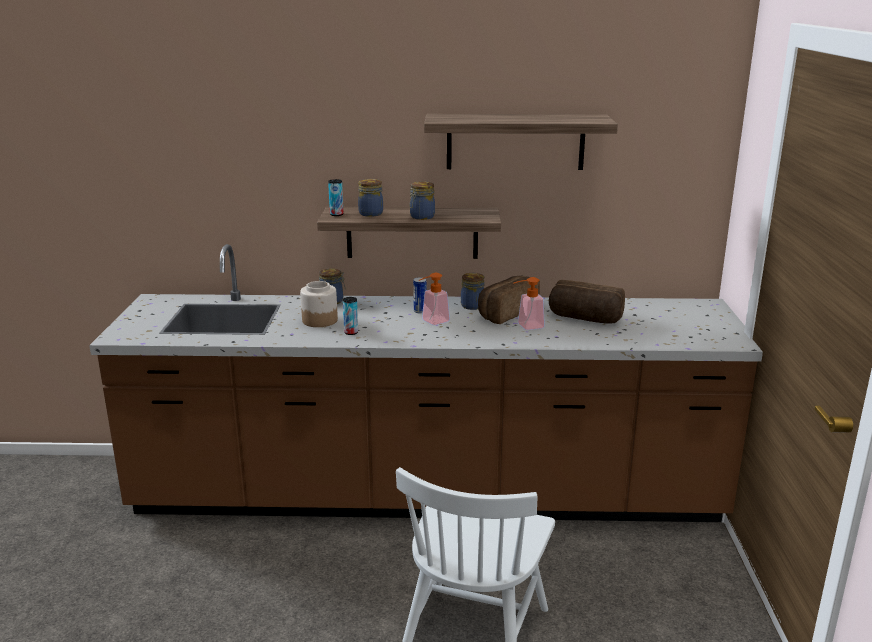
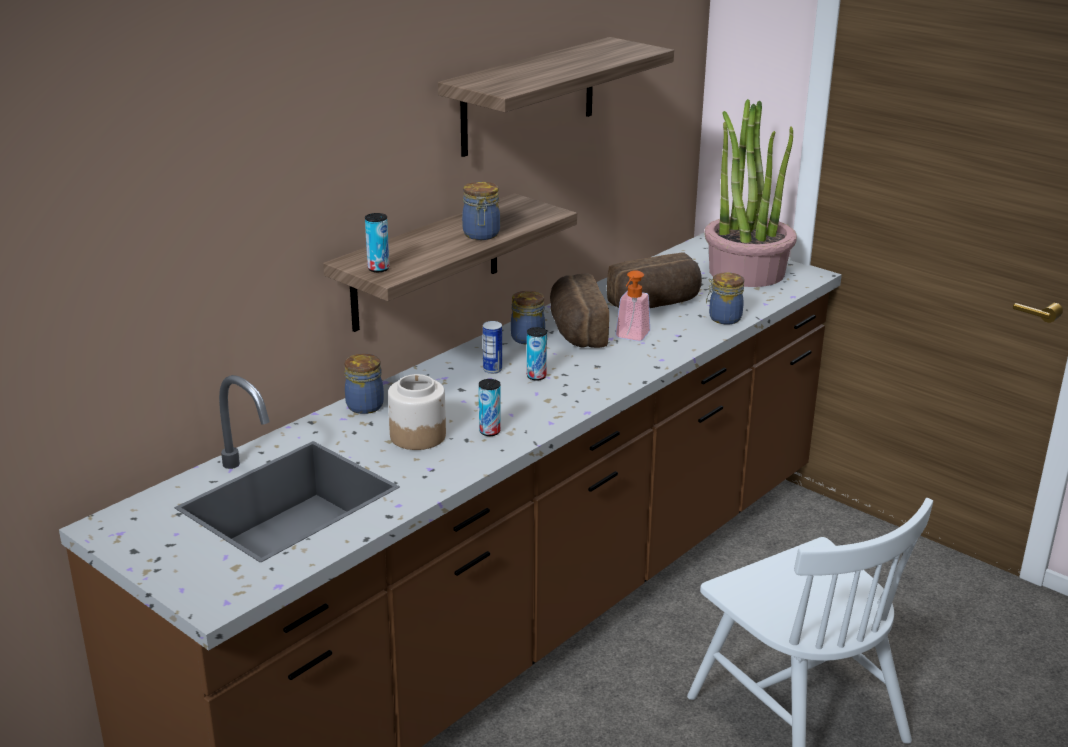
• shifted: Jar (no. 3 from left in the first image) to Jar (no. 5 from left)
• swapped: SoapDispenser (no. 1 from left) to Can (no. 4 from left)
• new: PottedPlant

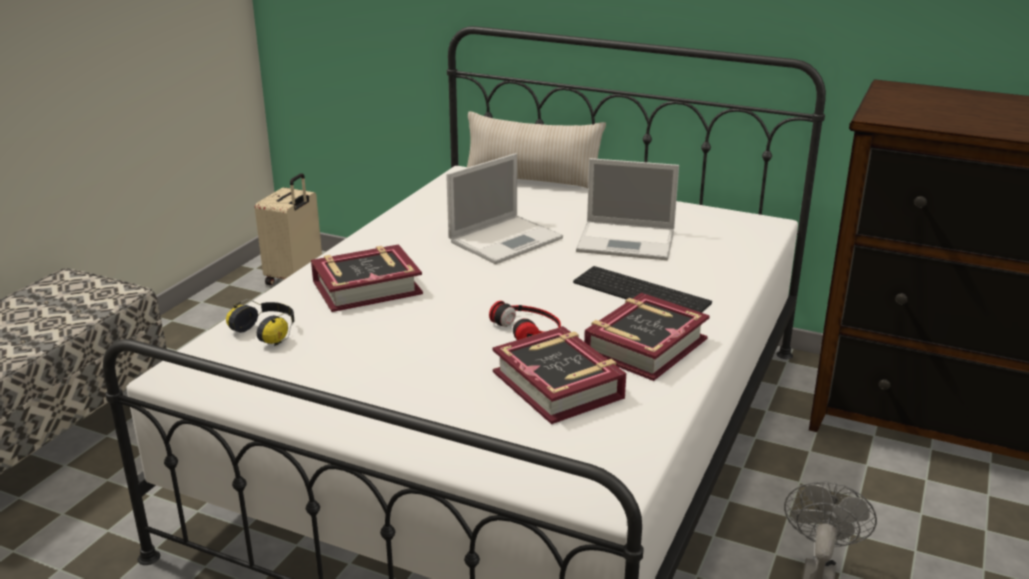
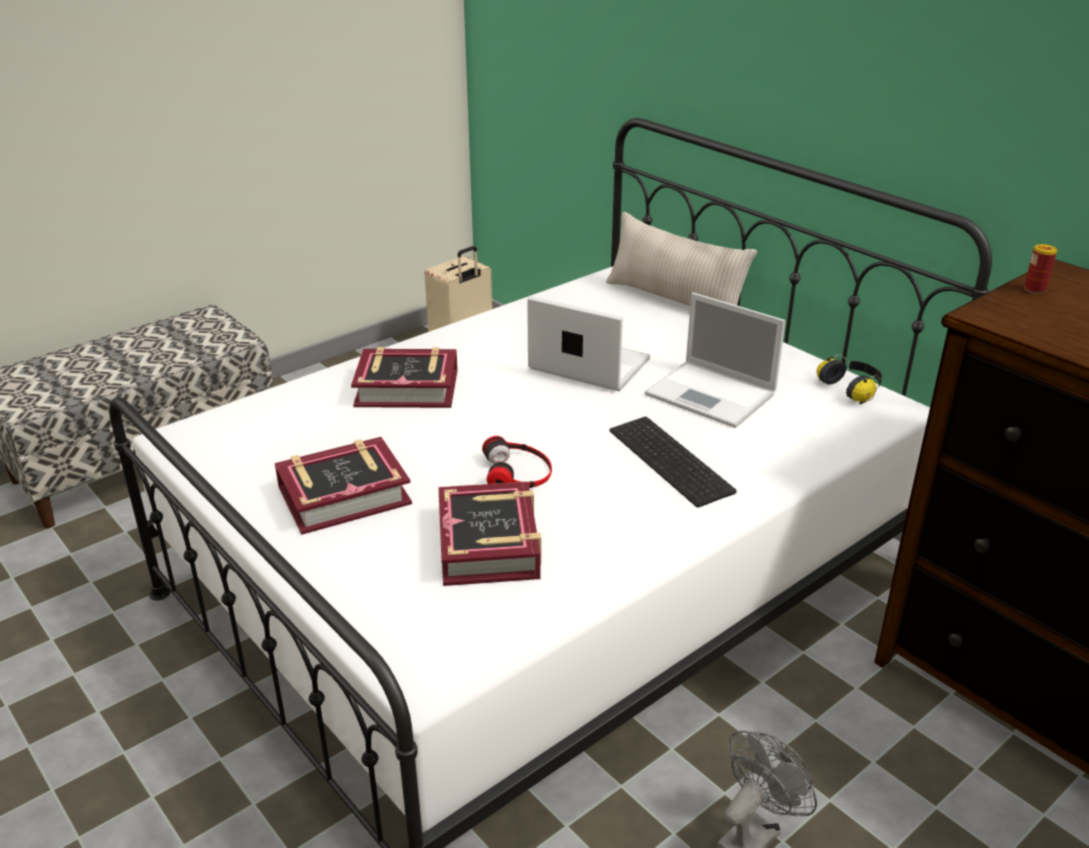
• rotated: Laptop (no. 1 from left) 135 degrees counterclockwise
• shifted: Book (no. 3 from left in the first image) to Book (no. 1 from left)
• shifted: Headphones (no. 1 from left in the first image) to Headphones (no. 2 from left)
• new: Can

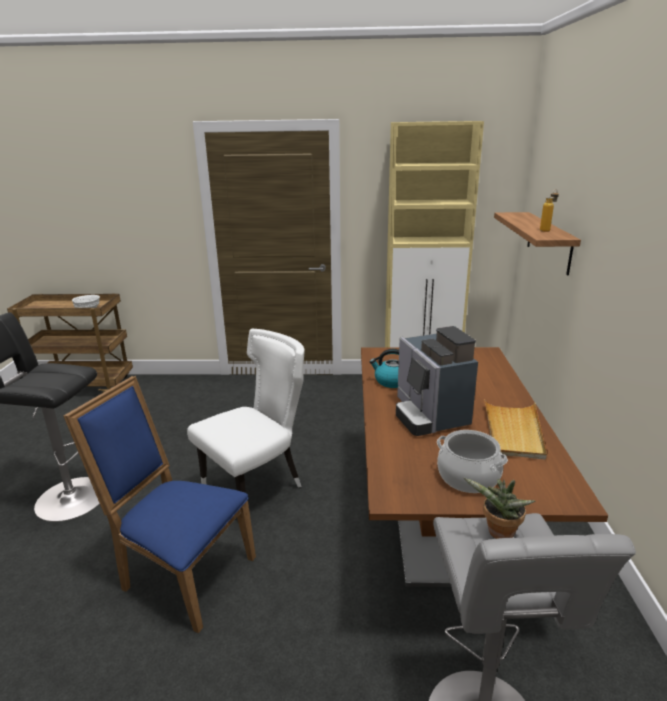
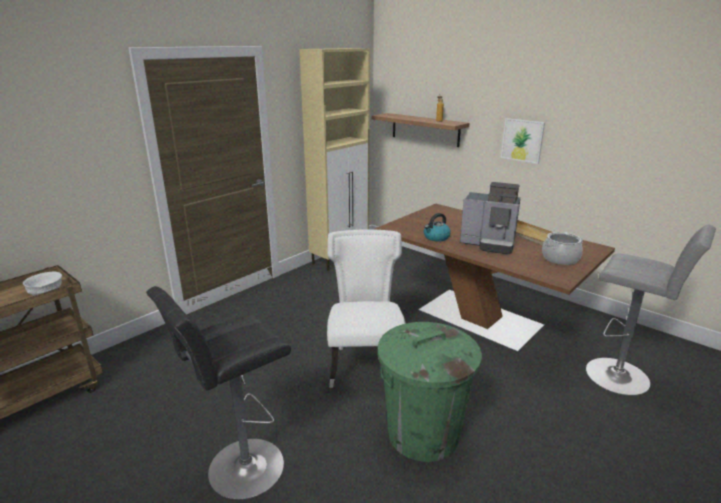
• swapped: BlueChair to GreenTrashCan
• gone: PottedPlant
• new: Picture

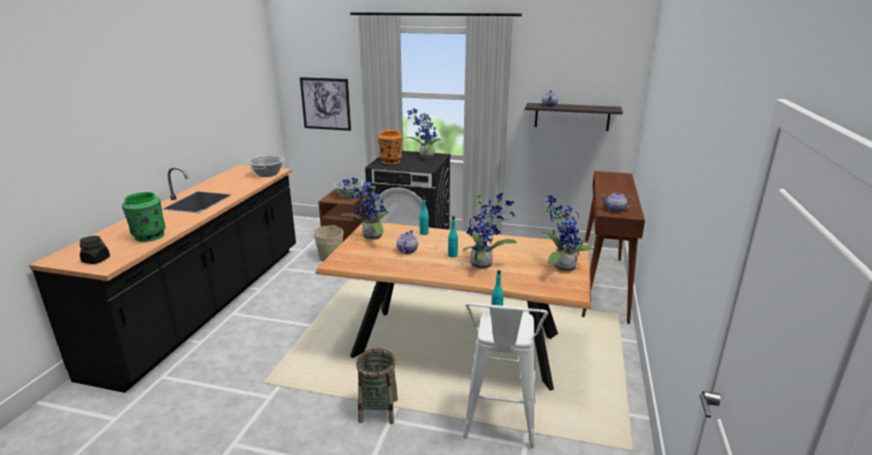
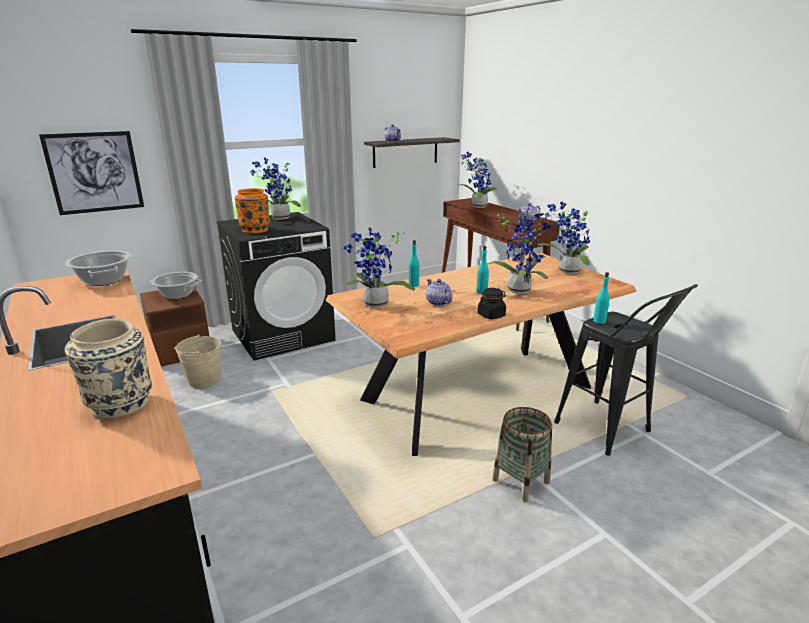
• repainted: GreenVase to BeigeVase
• shifted: BlackJar
• repainted: WhiteStool to BlackStool
• new: PottedPlant (no. 3 from left)

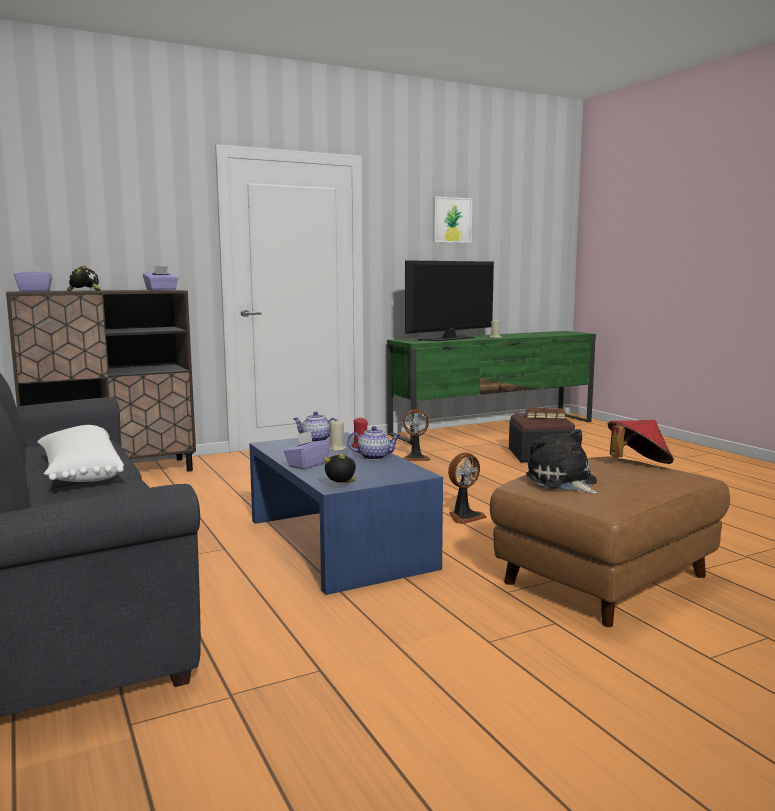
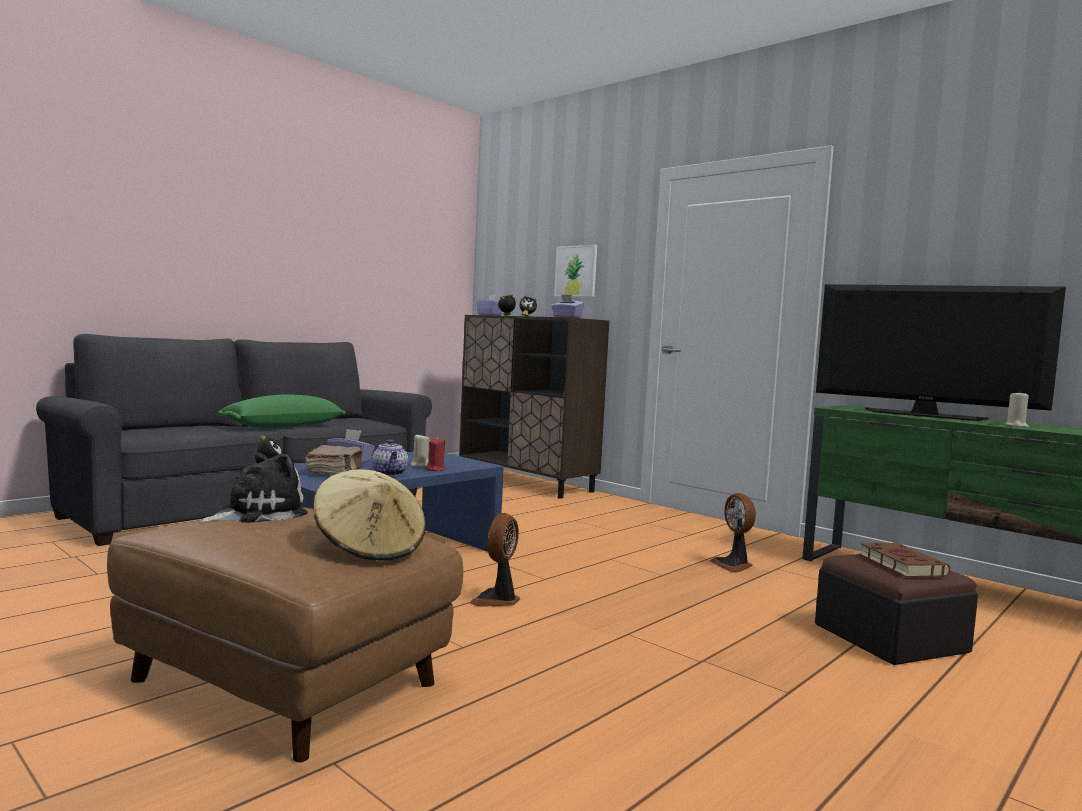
• shifted: Picture
• gone: Teapot (no. 1 from left)
• repainted: RedHat to BeigeHat
• repainted: WhitePillow to GreenPillow
• rotated: Fan (no. 2 from left in the first image) 75 degrees clockwise
• new: BrownBook (no. 1 from left)

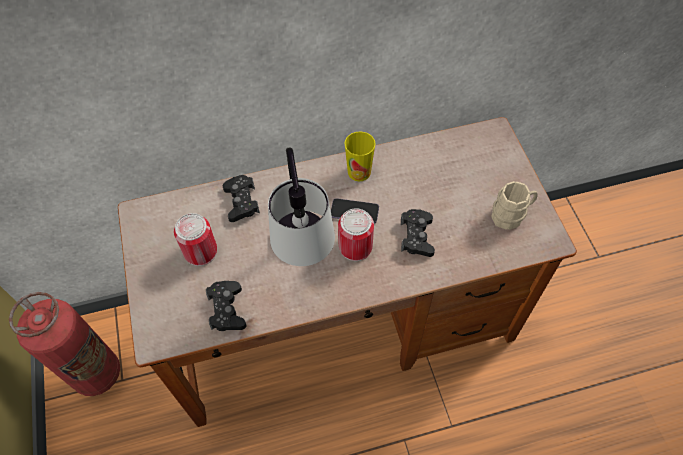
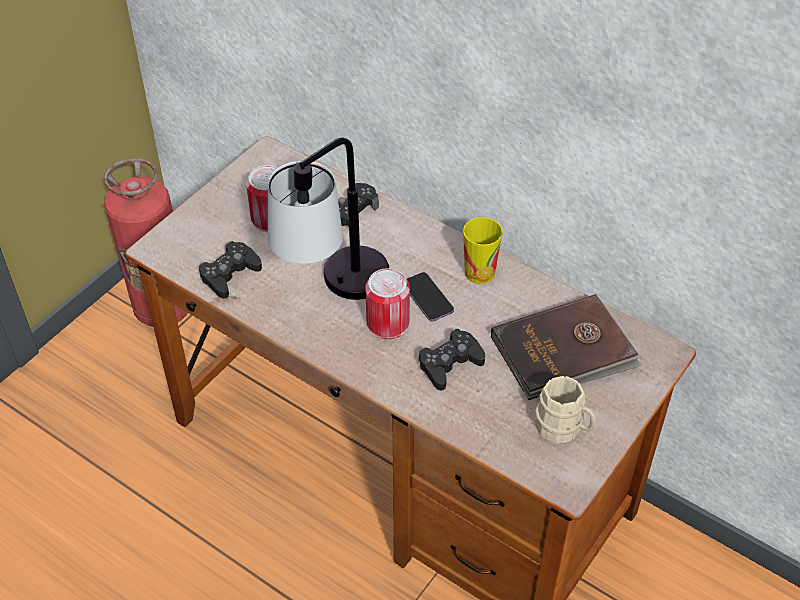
• new: BrownBook

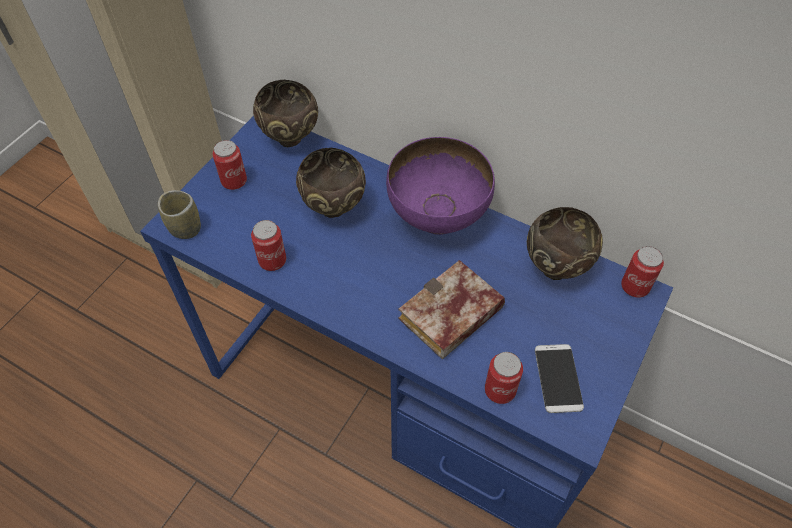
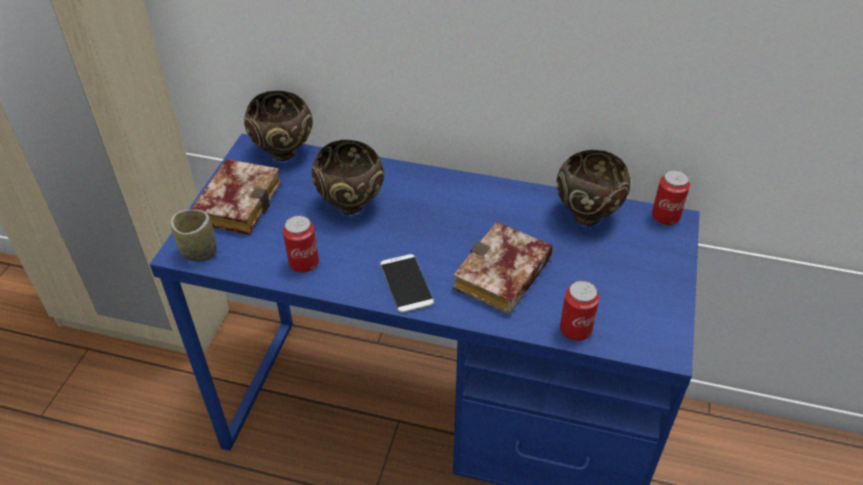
• gone: PurpleBowl
• swapped: Can (no. 1 from left) to Book (no. 1 from left)
• shifted: Phone

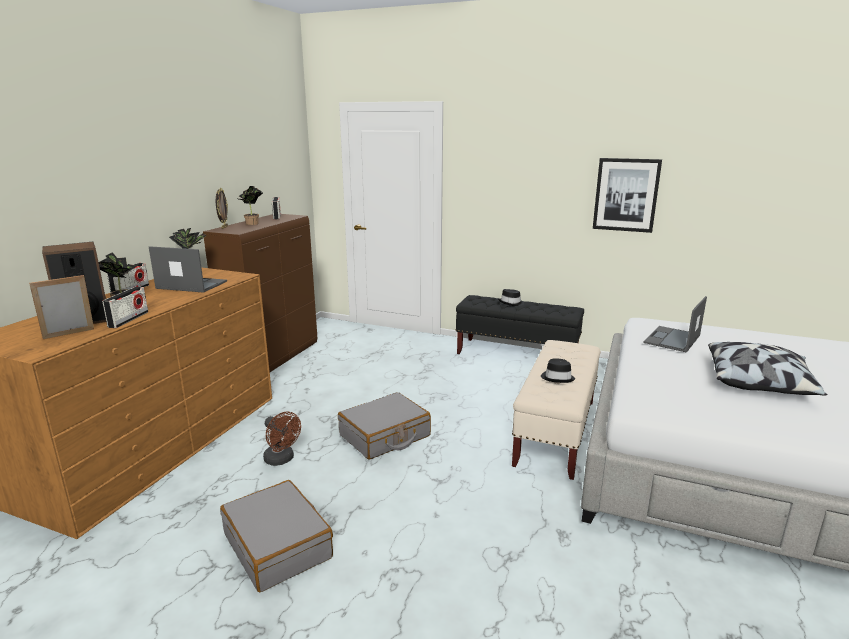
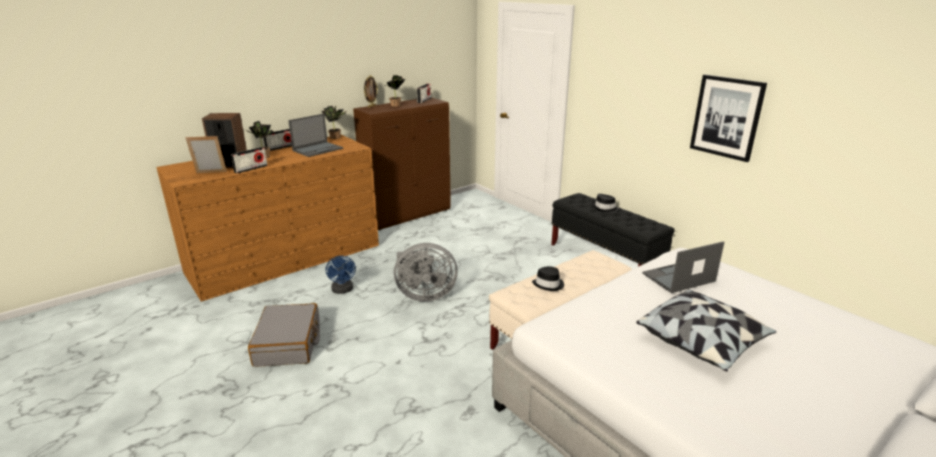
• rotated: Laptop (no. 1 from left) 90 degrees clockwise
• swapped: GreySuitcase (no. 2 from left) to GreyFan
• repainted: BrownFan to BlueFan

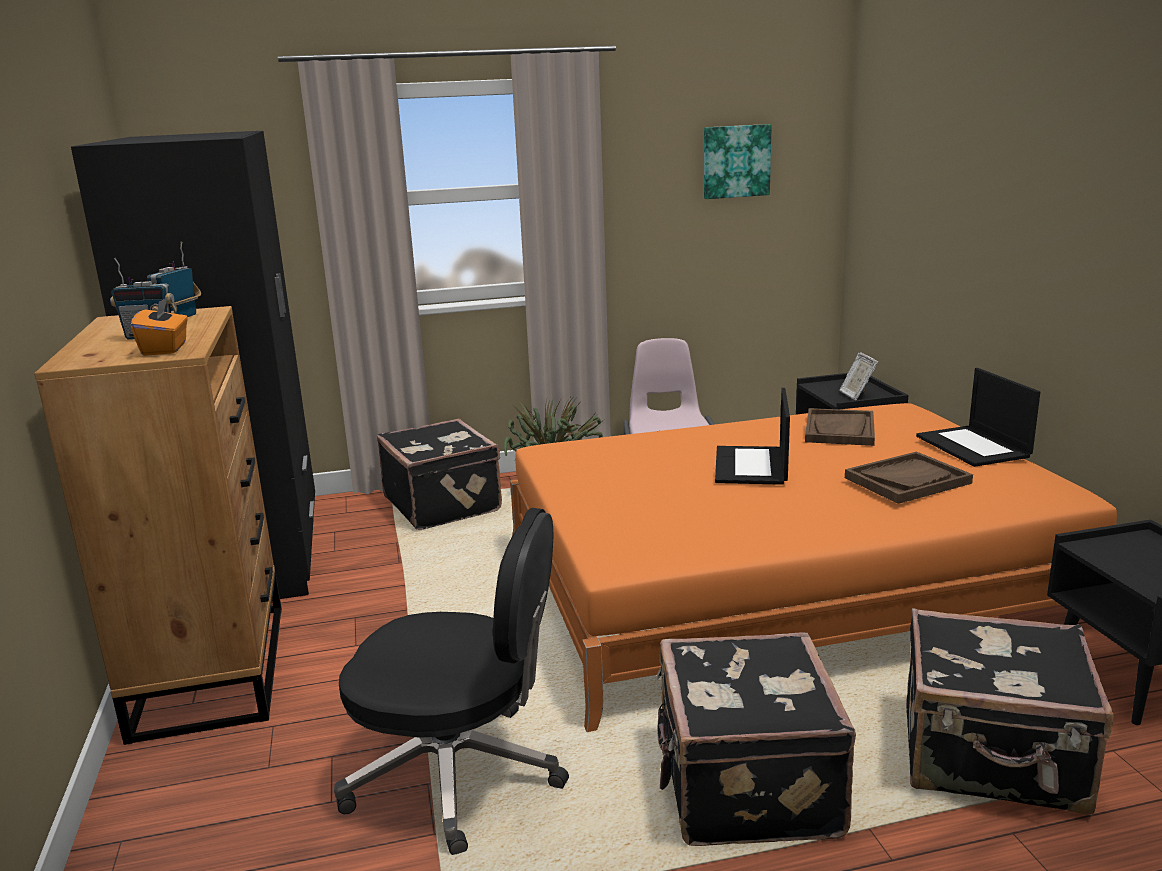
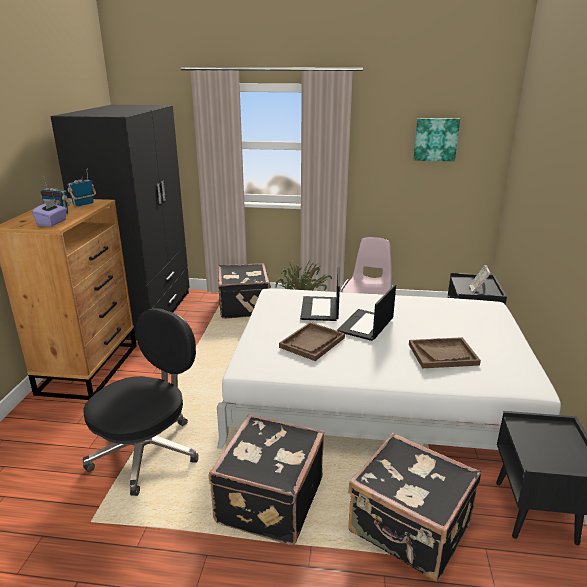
• repainted: OrangeTissueBox to PurpleTissueBox
• shifted: Laptop (no. 2 from left in the first image) to Laptop (no. 1 from left)
• repainted: OrangeBed to WhiteBed
• shifted: BrownTray (no. 1 from left)
• rotated: BlackOfficeChair 90 degrees counterclockwise

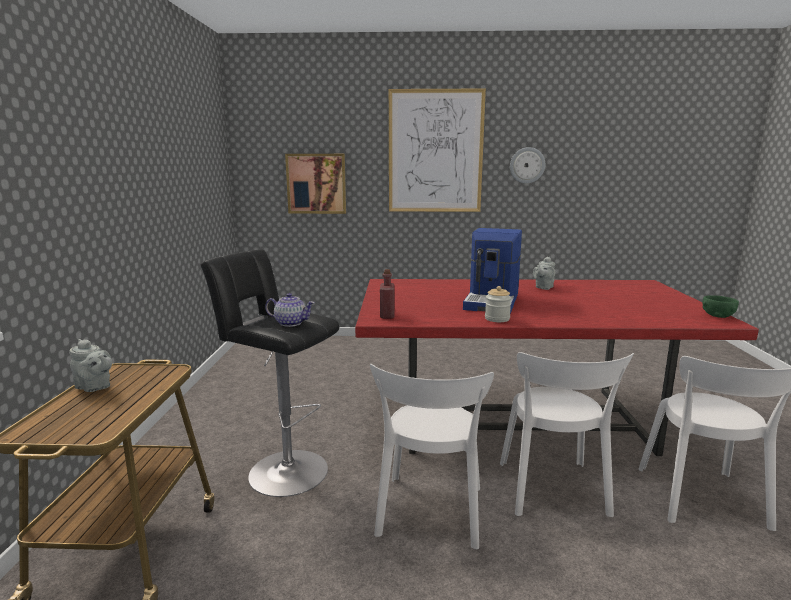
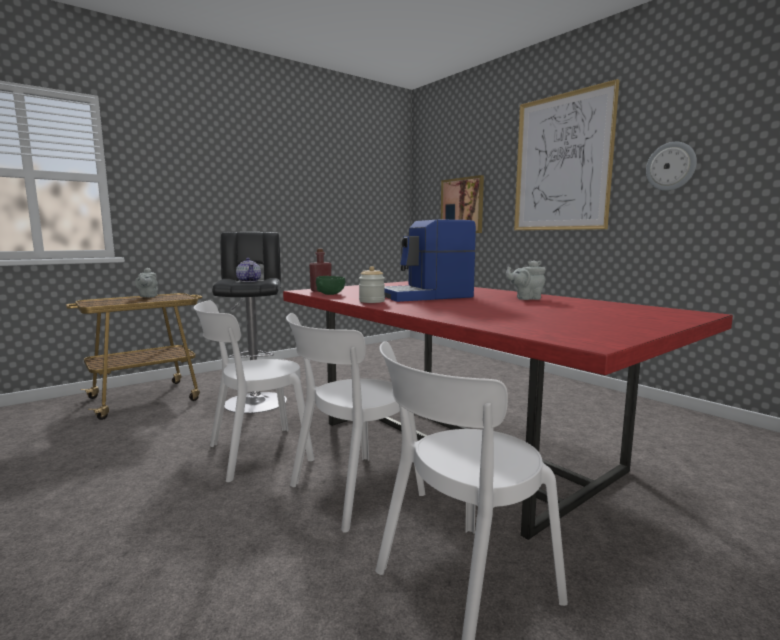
• shifted: GreenBowl

